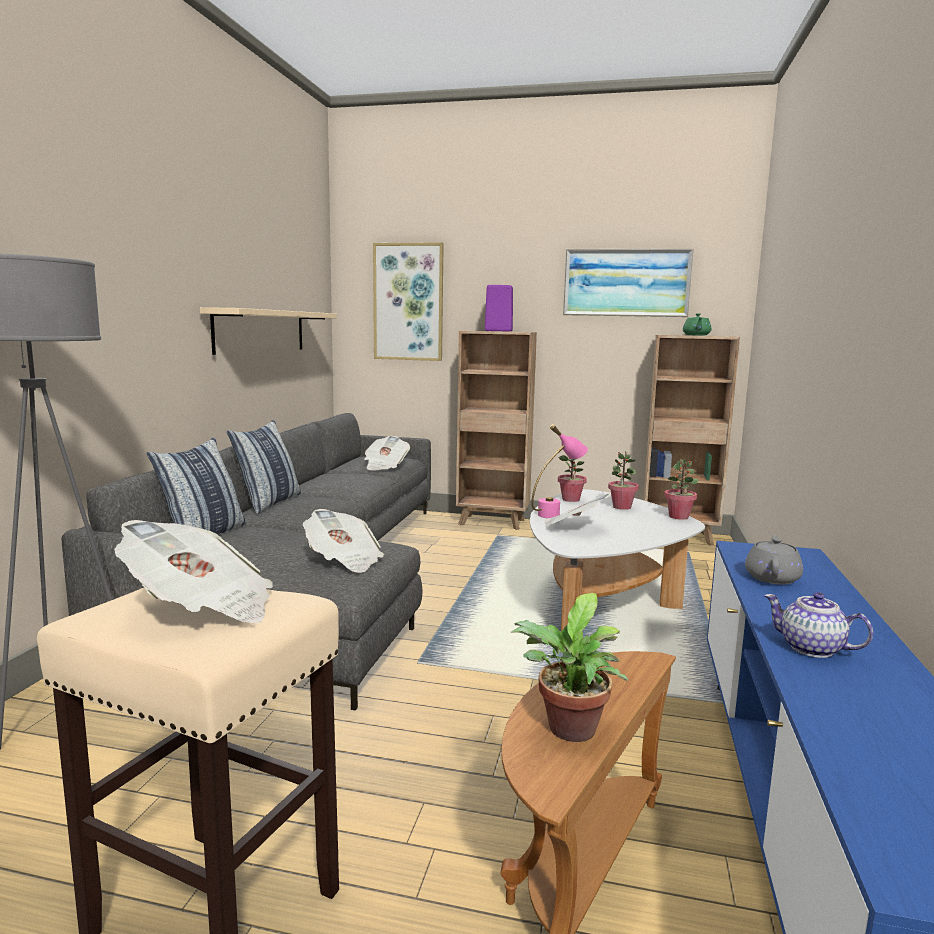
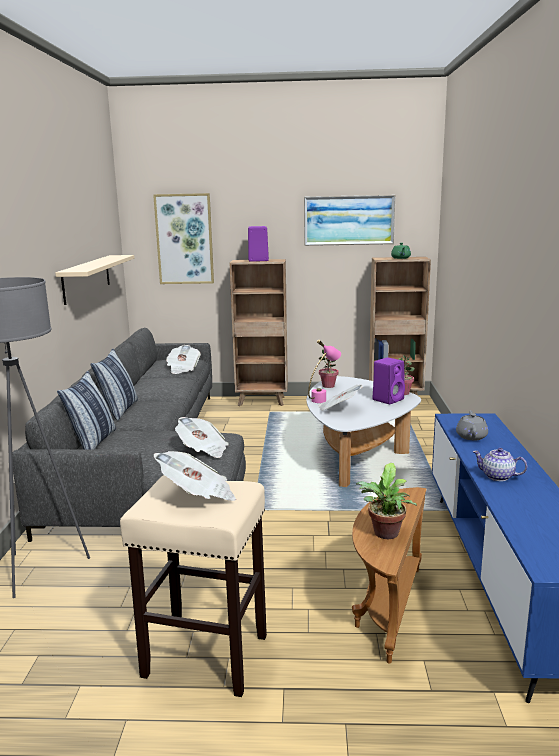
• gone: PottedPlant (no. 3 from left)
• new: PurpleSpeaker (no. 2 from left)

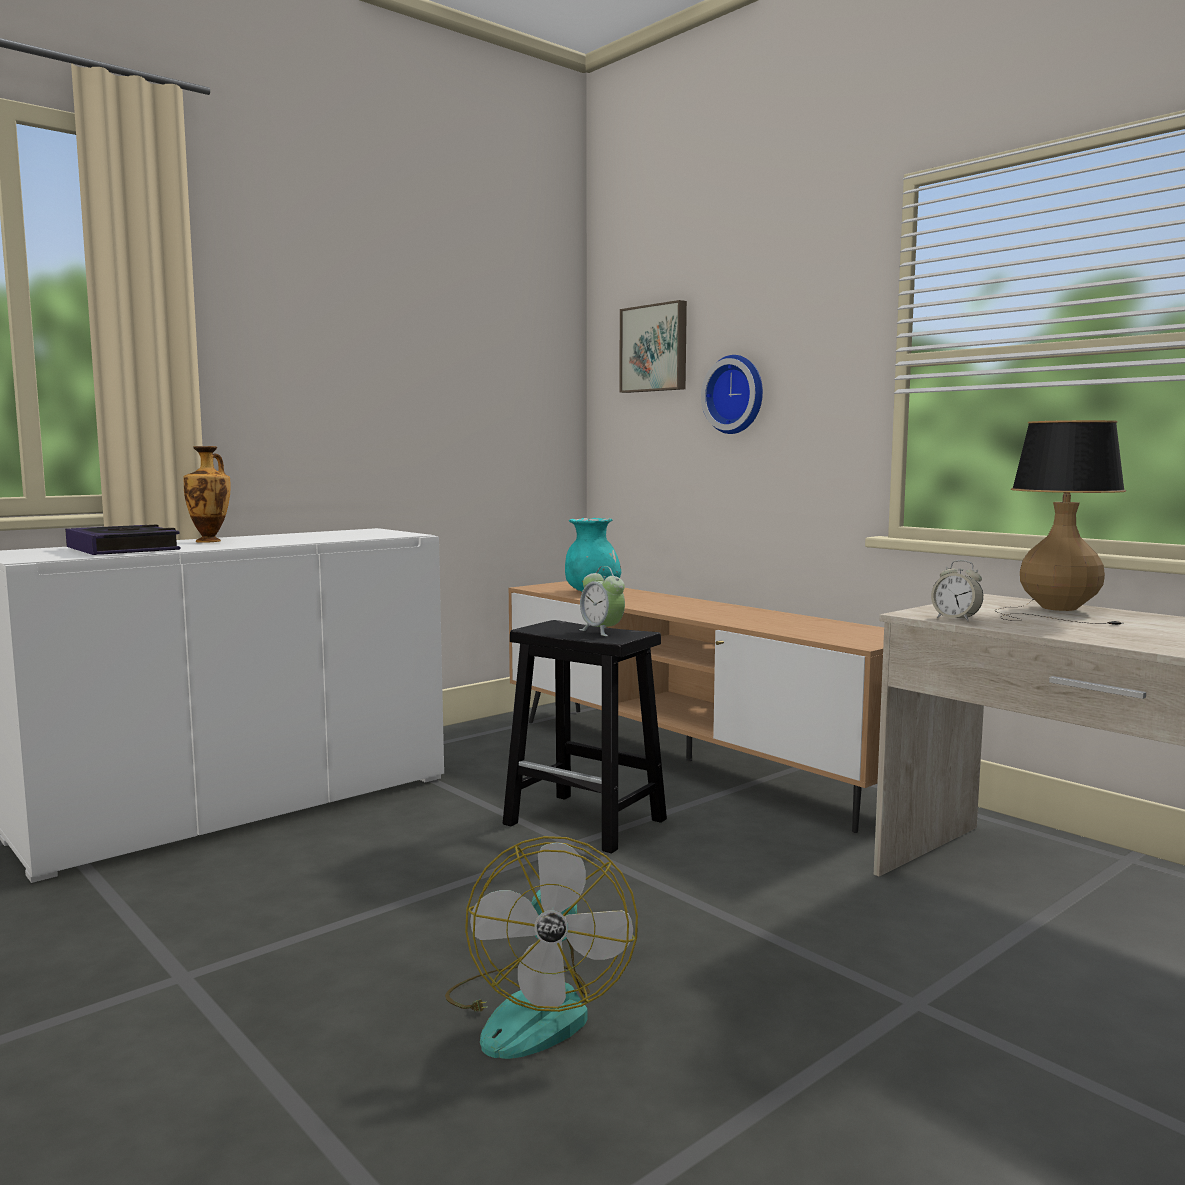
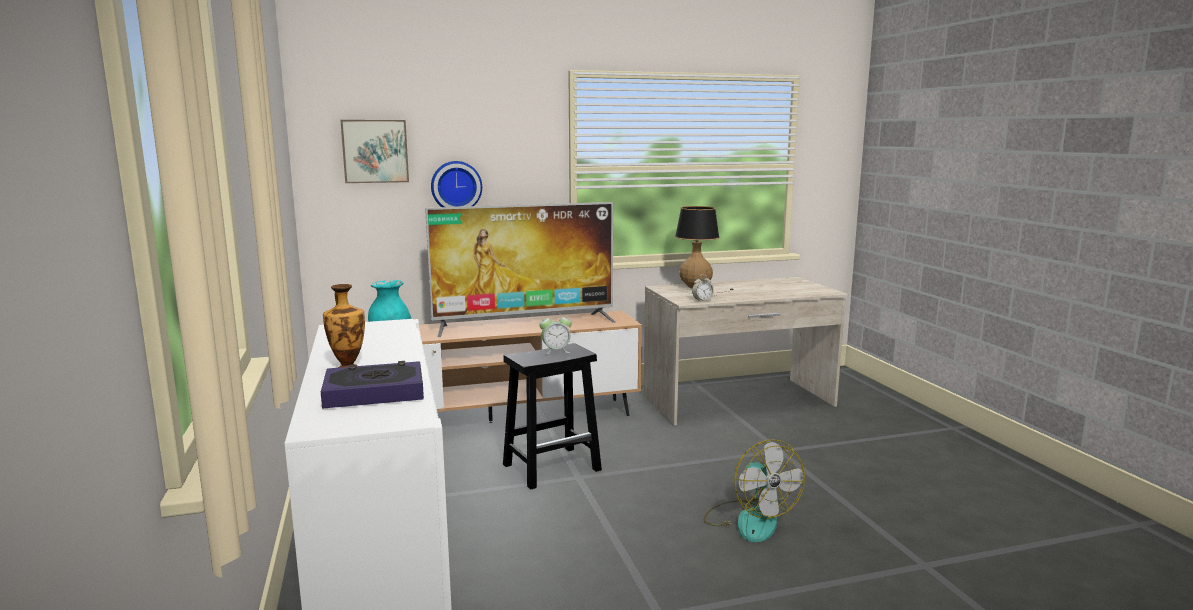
• rotated: Fan 45 degrees clockwise
• new: Television

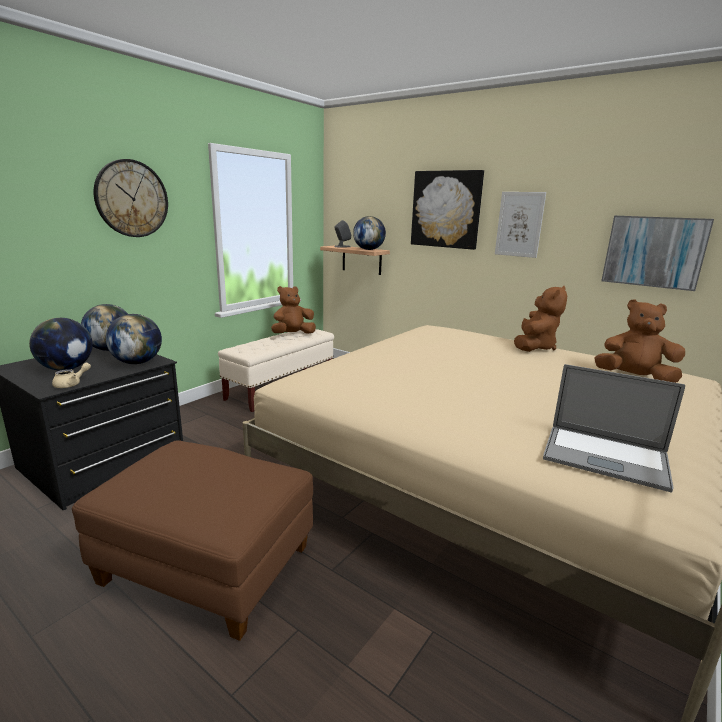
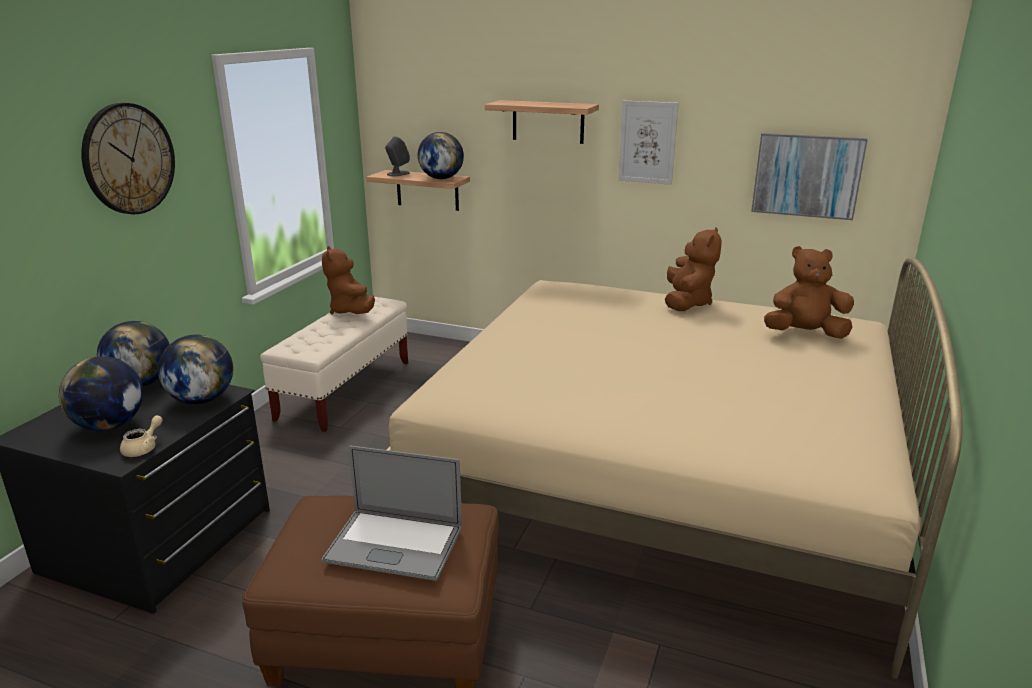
• swapped: Picture (no. 1 from left) to Shelf (no. 2 from left)
• rotated: BrownPlushToy (no. 1 from left) 60 degrees counterclockwise
• shifted: Laptop

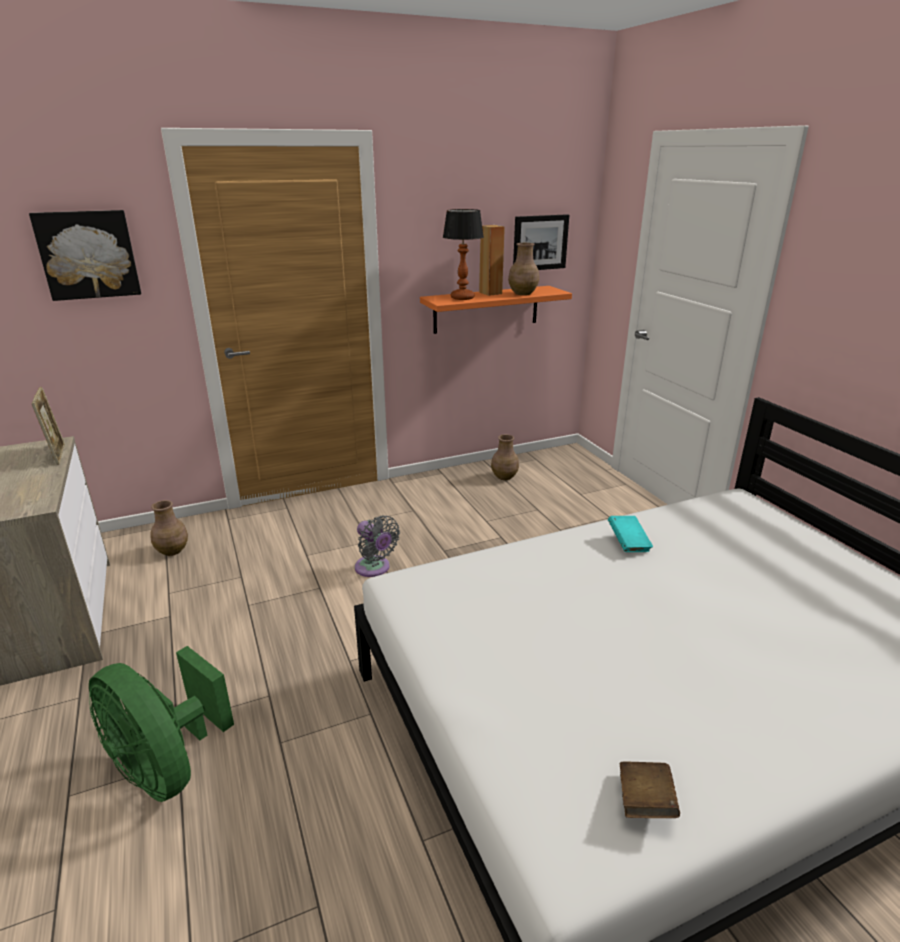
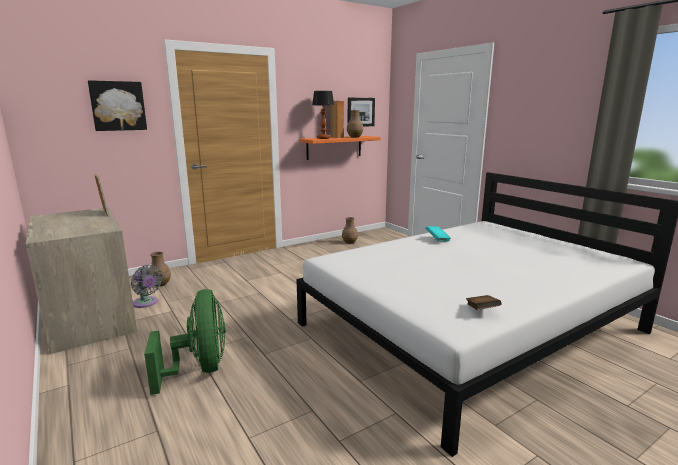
• shifted: GreyFan
• rotated: GreenFan 135 degrees counterclockwise

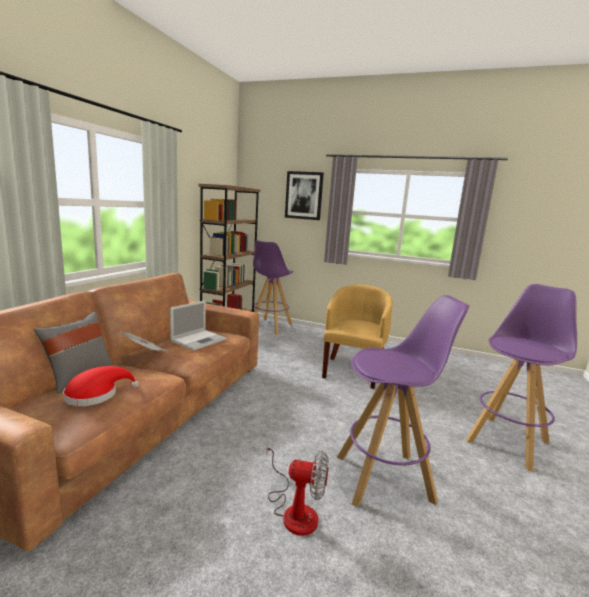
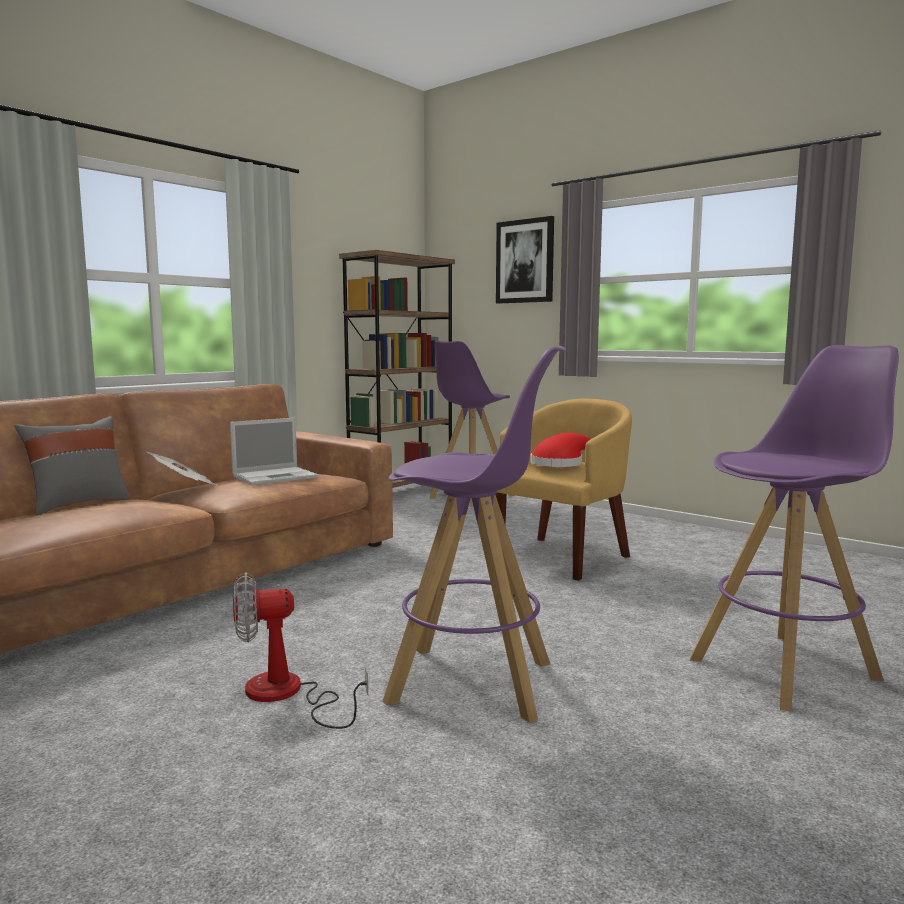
• shifted: RedHat
• rotated: Fan 135 degrees clockwise

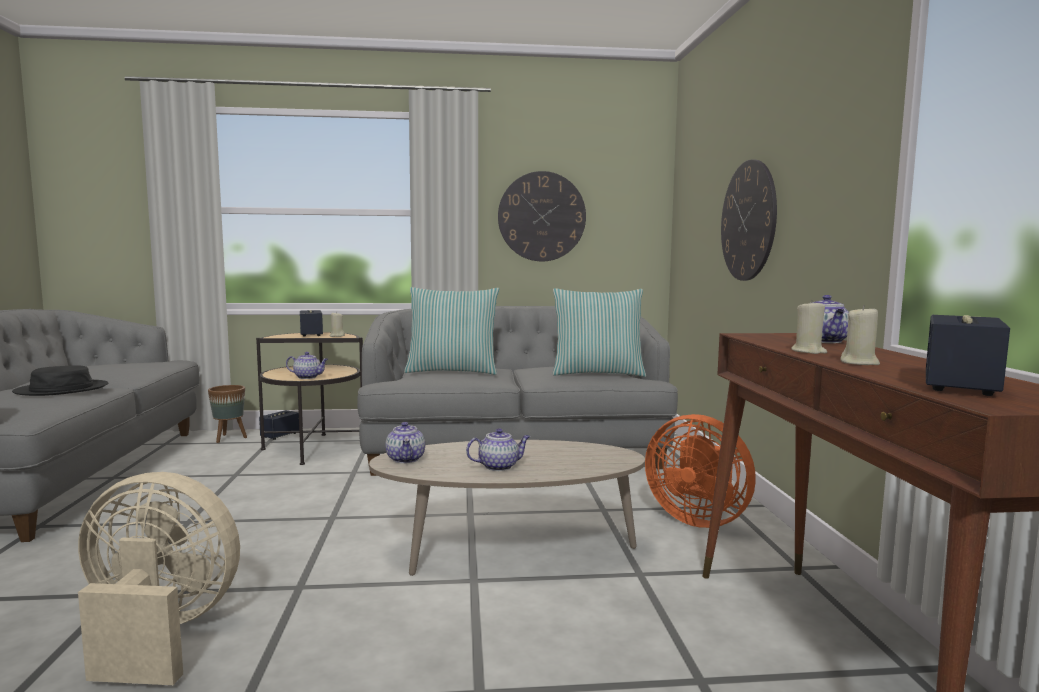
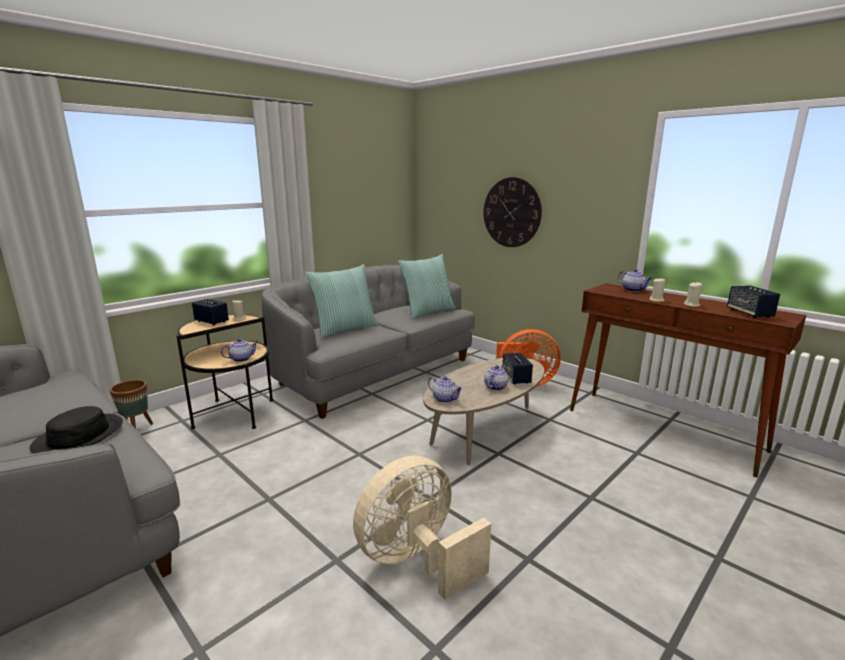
• gone: WallClock (no. 1 from left)
• shifted: Speaker (no. 1 from left in the first image) to Speaker (no. 2 from left)

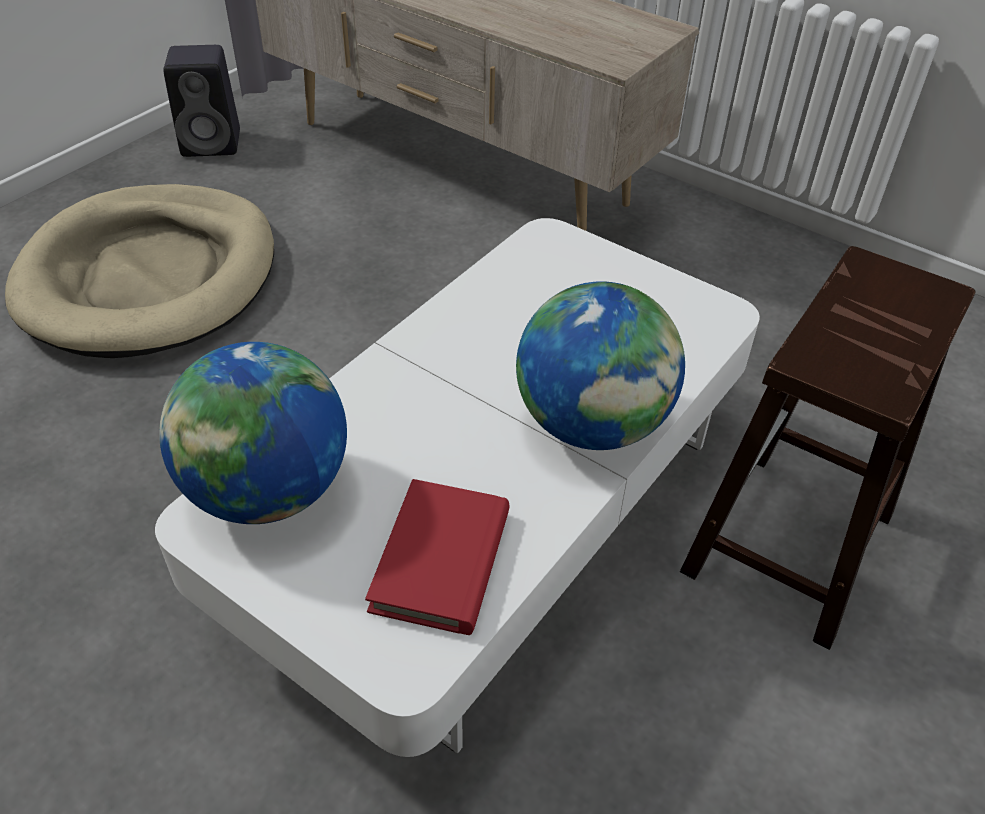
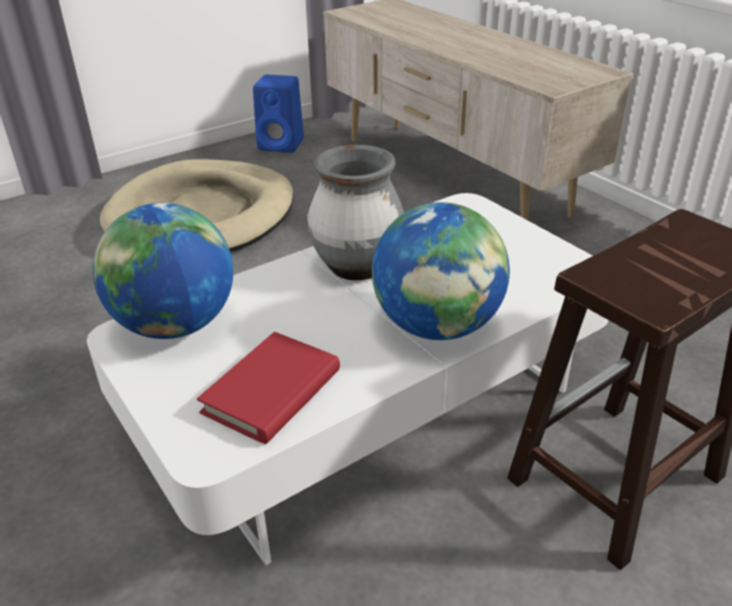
• repainted: BlackSpeaker to BlueSpeaker
• new: GreyVase

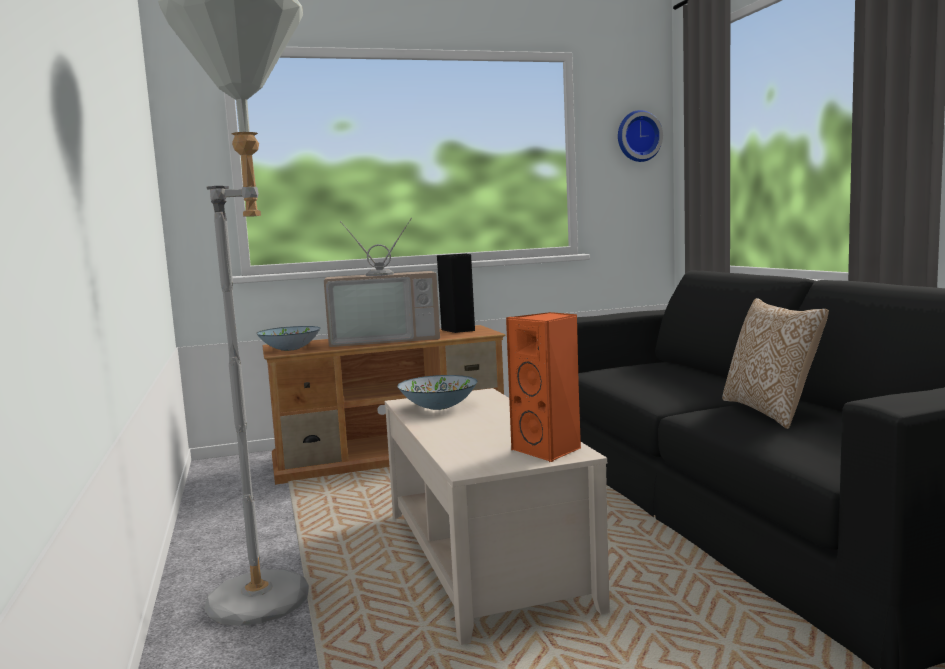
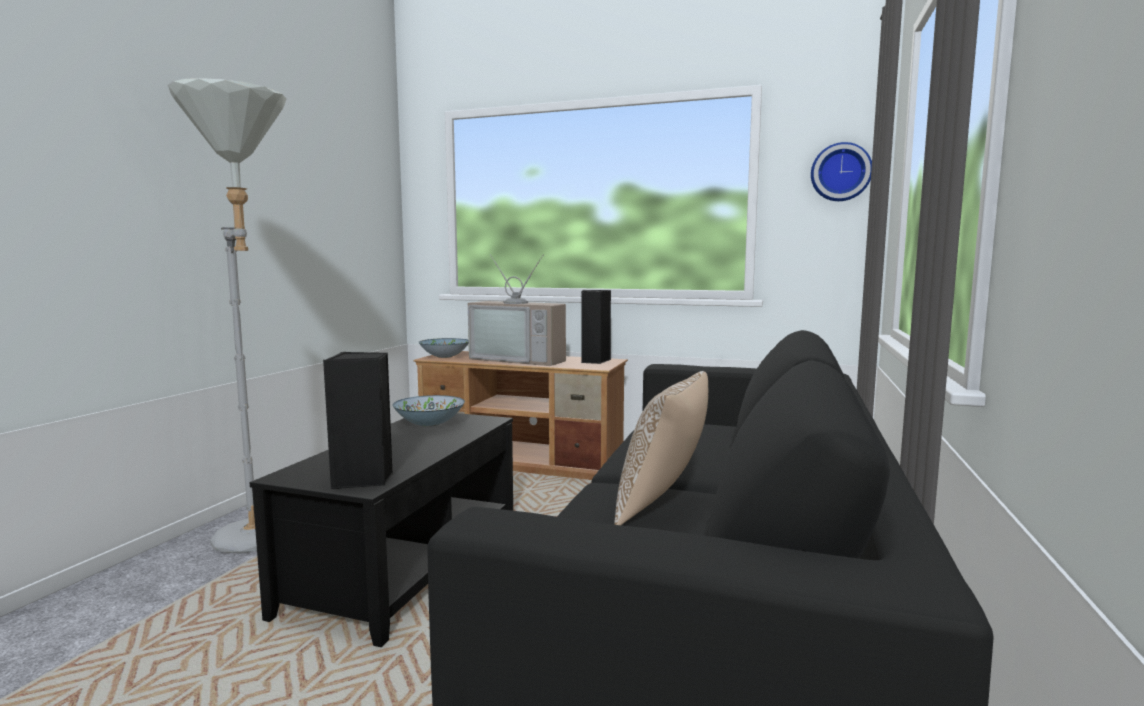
• repainted: OrangeSpeaker to BlackSpeaker (no. 1 from left)
• repainted: BeigeCoffeeTable to BlackCoffeeTable

